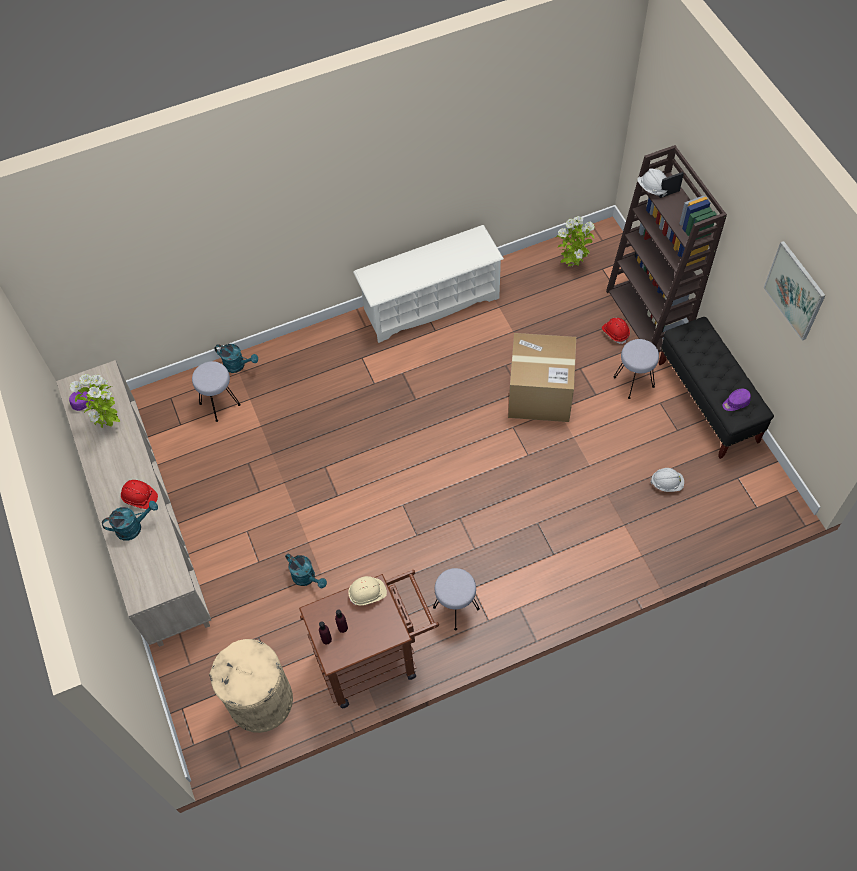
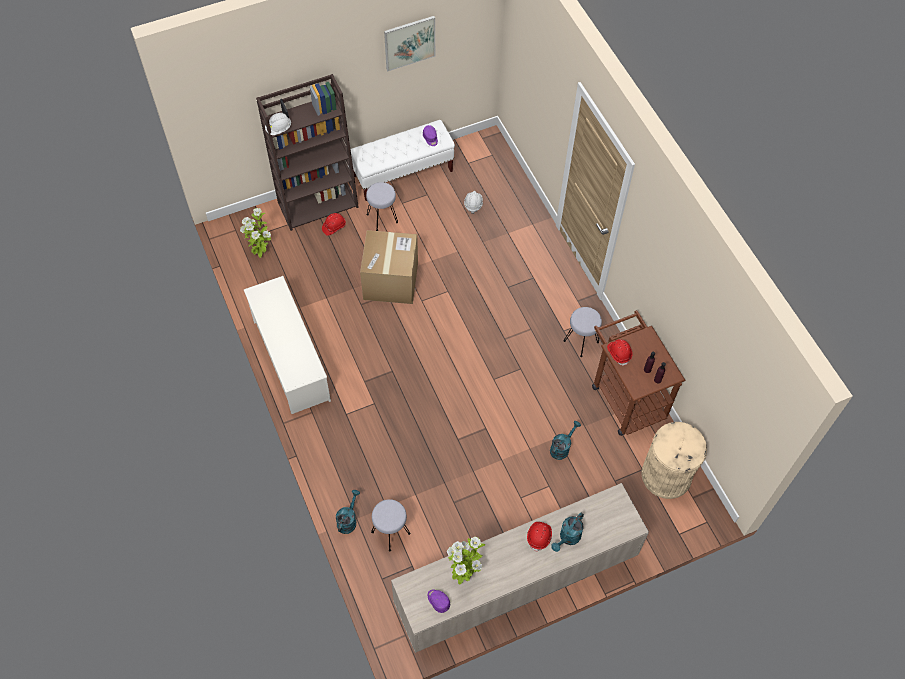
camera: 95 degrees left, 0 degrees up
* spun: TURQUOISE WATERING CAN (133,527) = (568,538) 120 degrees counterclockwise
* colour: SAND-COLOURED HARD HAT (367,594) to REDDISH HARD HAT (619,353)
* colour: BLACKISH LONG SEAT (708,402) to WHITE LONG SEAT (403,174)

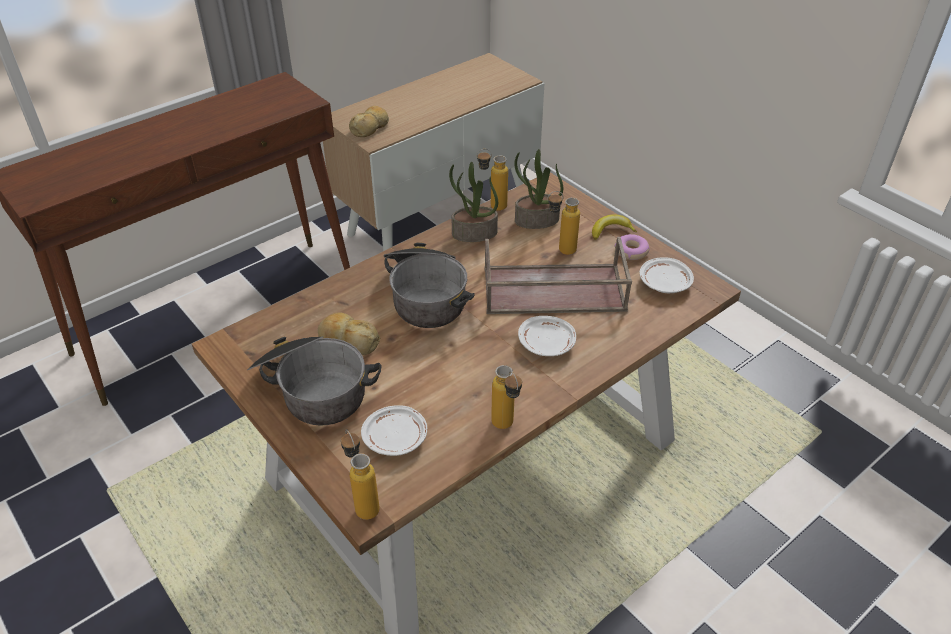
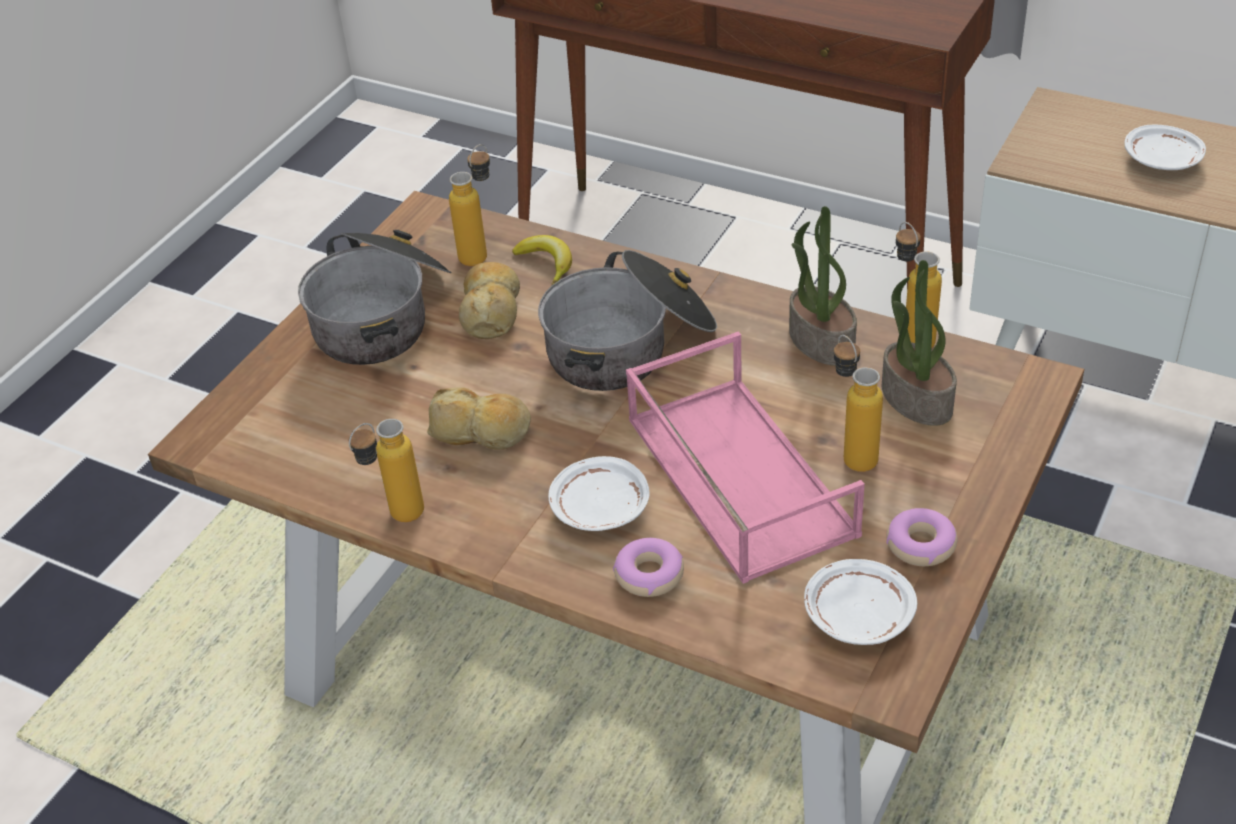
camera: 70 degrees right, 0 degrees up
* relocated: BEVERAGE BOTTLE (363,503) to (481,252)
* relocated: BAKERY BREAD (370,127) to (481,431)
* relocated: WHITE PLATE (396,438) to (1162,160)
* colour: BROWN-COLOURED SERVING TRAY (552,290) to PINKISH SERVING TRAY (736,475)
* relocated: BANANA FRUIT (611,231) to (547,263)
* appeared: RING DOUGHNUT (649,574)

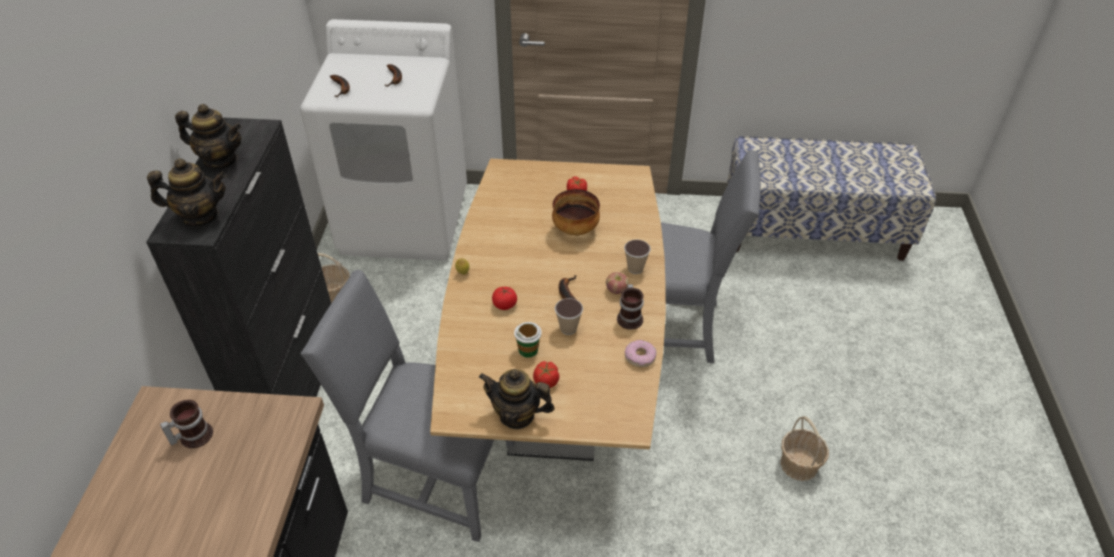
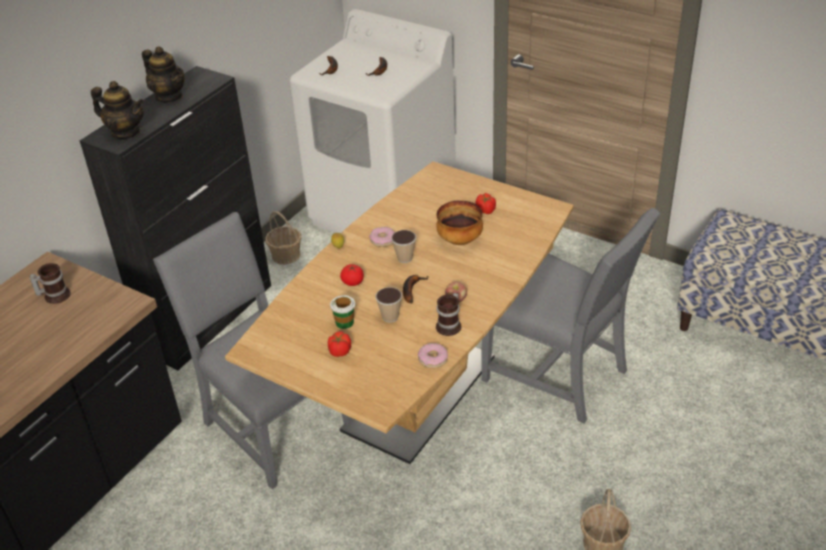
camera: 30 degrees right, 5 degrees down
* missing: TEA POT (517,415)
* relocated: CUP (635,268) to (405,258)
* appeared: RING DOUGHNUT (383,240)

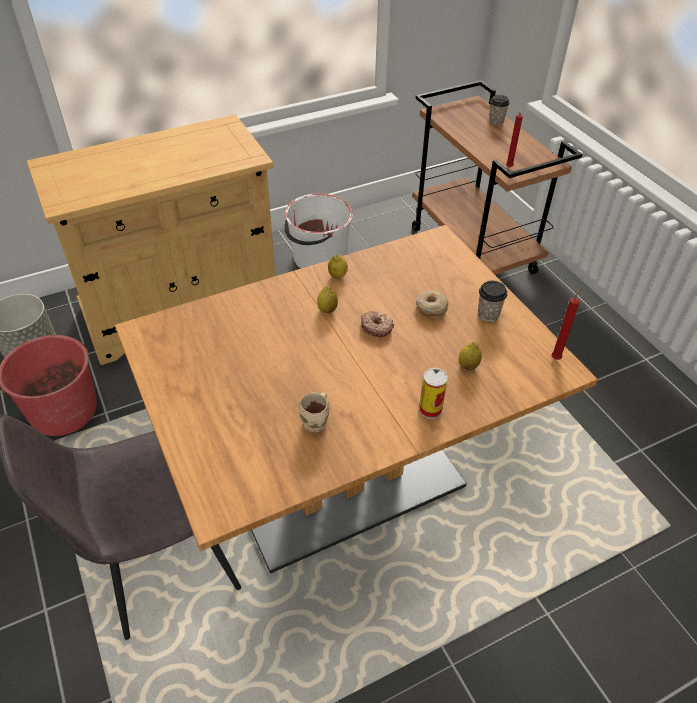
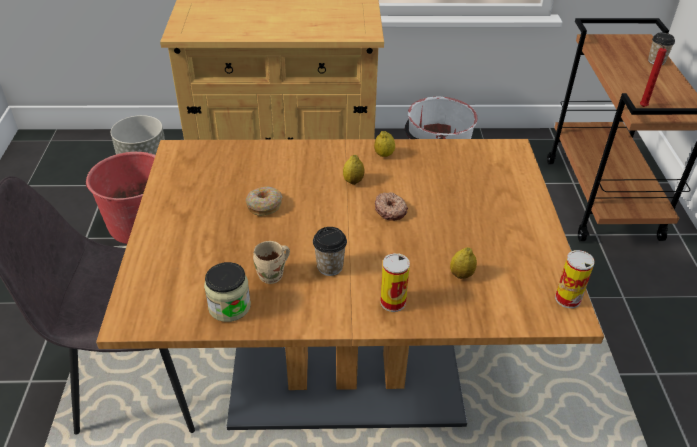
camera: 25 degrees right, 5 degrees down
* relocated: RING DOUGHNUT (431,308) to (264,205)
* relocated: CUP (488,314) to (330,267)
* exchanged: REDDISH WAX CANDLE (556,358) to SEALED CAN (567,298)
* appeared: JAR (229,306)

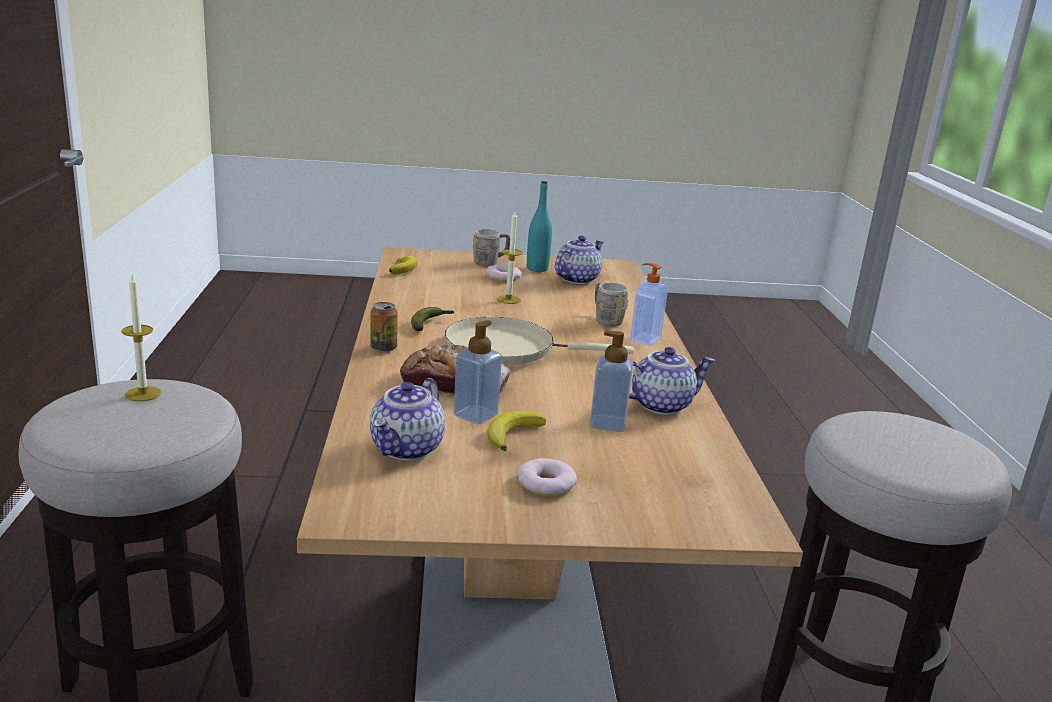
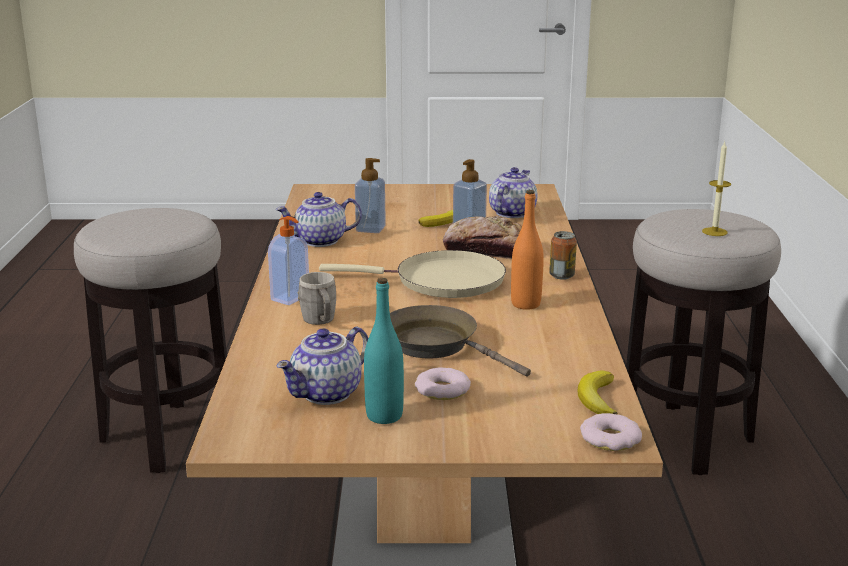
camera: 175 degrees left, 0 degrees up
* exchanged: BANANA FRUIT (430,324) to ORANGE-COLOURED BEVERAGE BOTTLE (525,304)
* missing: GREYISH TEA MUG (490,262)
* exchanged: WAX CANDLE (508,299) to BROWN-COLOURED FRYING PAN (437,345)
* relocated: RING DOUGHNUT (545,483) to (610,438)

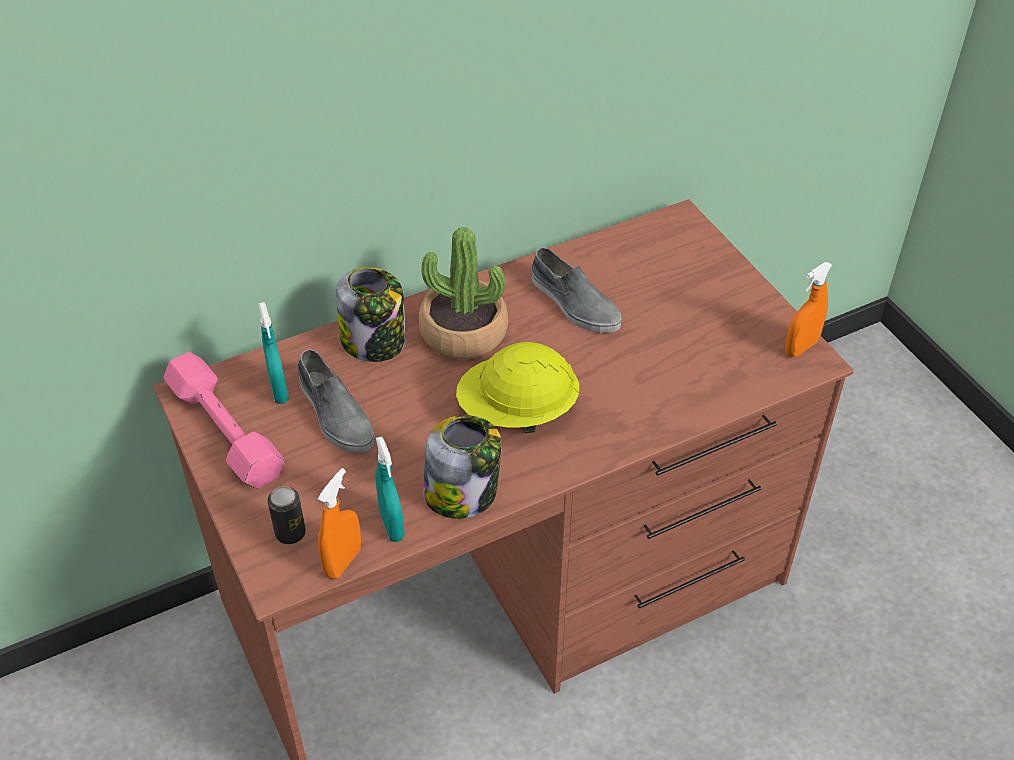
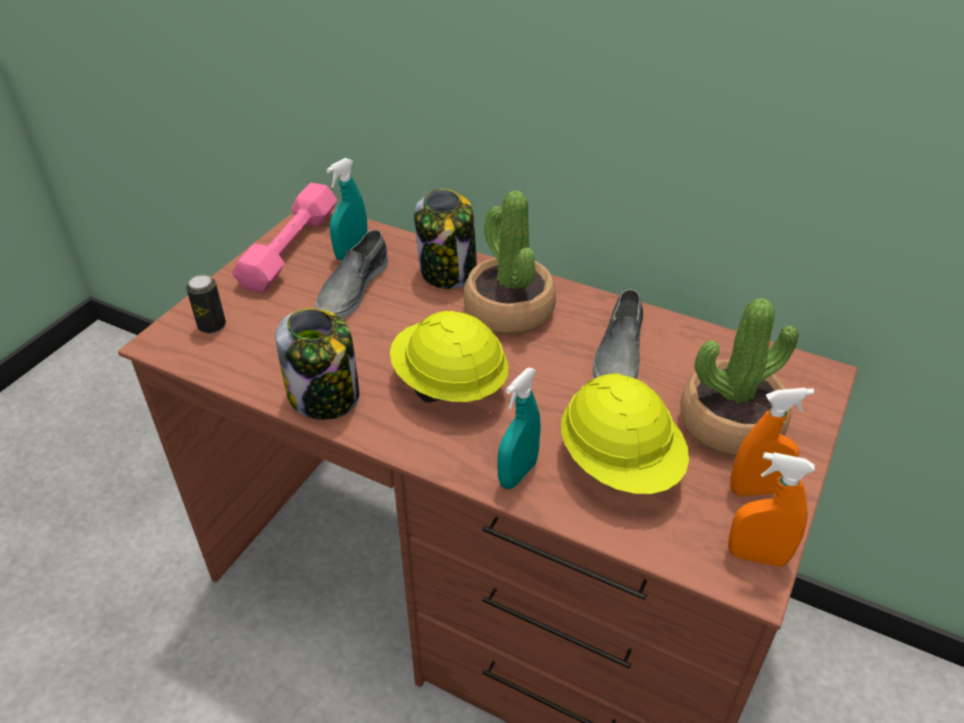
camera: 55 degrees right, 5 degrees down
* relocated: ORANGE-COLOURED SPRAY BOTTLE (343,562) to (756,489)
* relocated: TURQUOISE SPRAY BOTTLE (392,525) to (518,474)
* appeared: YELLOW-COLOURED HARD HAT (620,464)
* appeared: PLANT IN A POT (730,423)

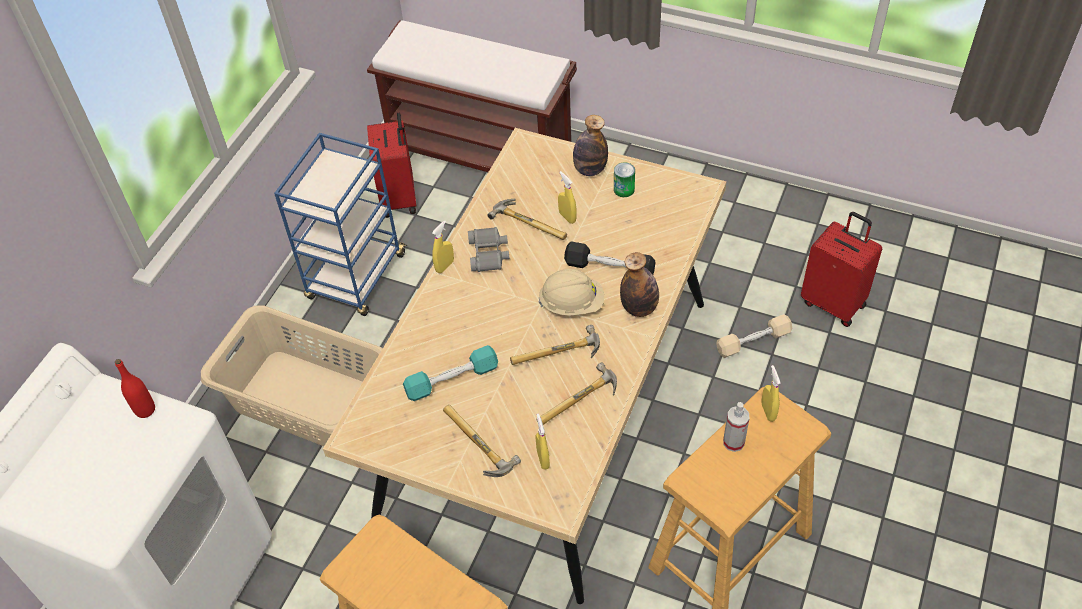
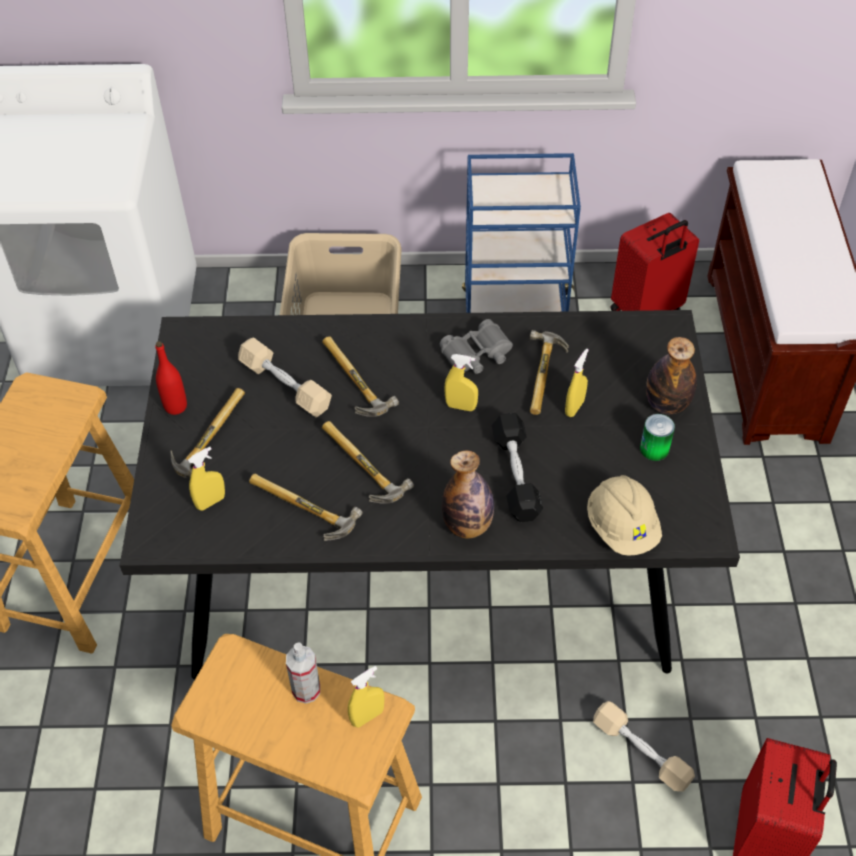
camera: 65 degrees right, 0 degrees up
* relocated: REDDISH BEVERAGE BOTTLE (145,410) to (175,406)
* colour: SAND-COLOURED DINING TABLE (548,410) to BLACKISH DINING TABLE (427,558)
* colour: TURQUOISE FREE WEIGHT (452,380) to SAND-COLOURED FREE WEIGHT (285,386)
* relocated: YELLOW-COLOURED SPRAY BOTTLE (444,266) to (461,406)
* relocated: SAND-COLOURED HARD HAT (572,304) to (621,527)
* appeared: TOOL HAMMER (350,382)

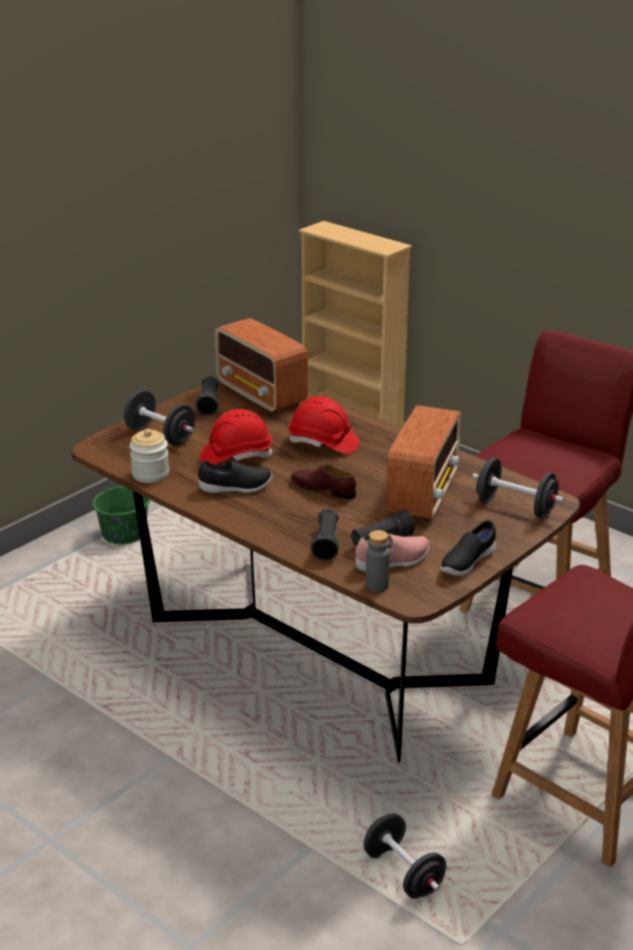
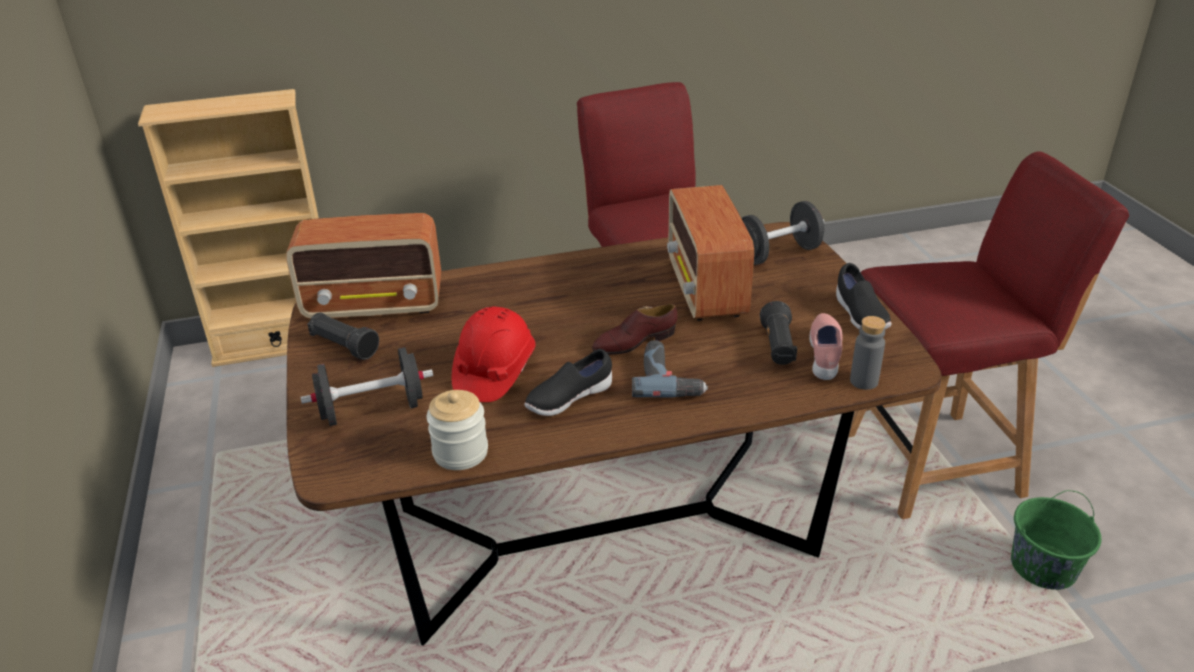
camera: 55 degrees left, 5 degrees up
* relocated: GREEN-COLOURED PAIL (124,533) to (1043,566)
* spun: BLACKISH ITEM OF FOOTWEAR (235,488) = (568,399) 150 degrees counterclockwise
* missing: REDDISH HARD HAT (323,443)
* missing: BLACKISH TORCH (326,543)
* missing: BLACKISH FREE WEIGHT (403,873)
* spun: RADIO RECEIVER (423,494) = (706,289) 150 degrees counterclockwise
* appeared: POWER DRILL (669,378)

